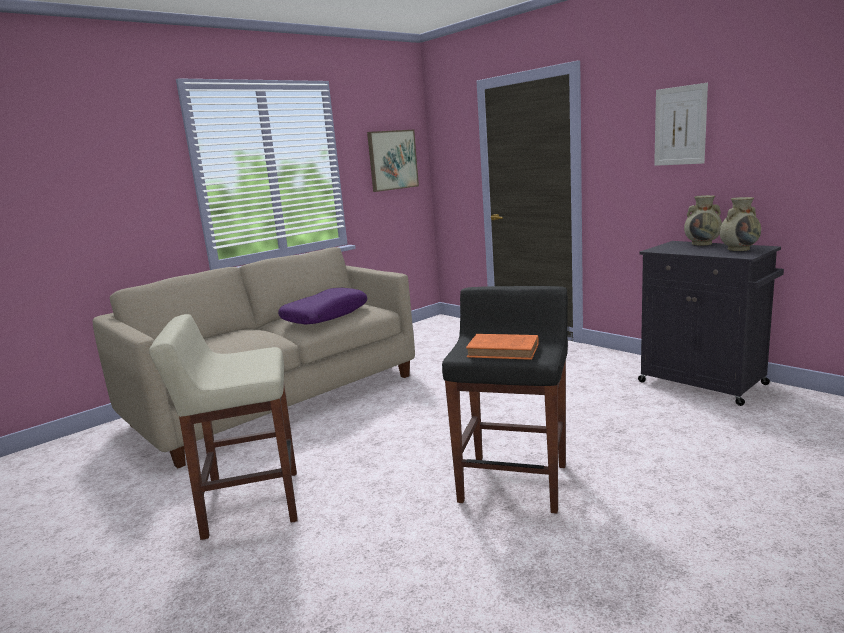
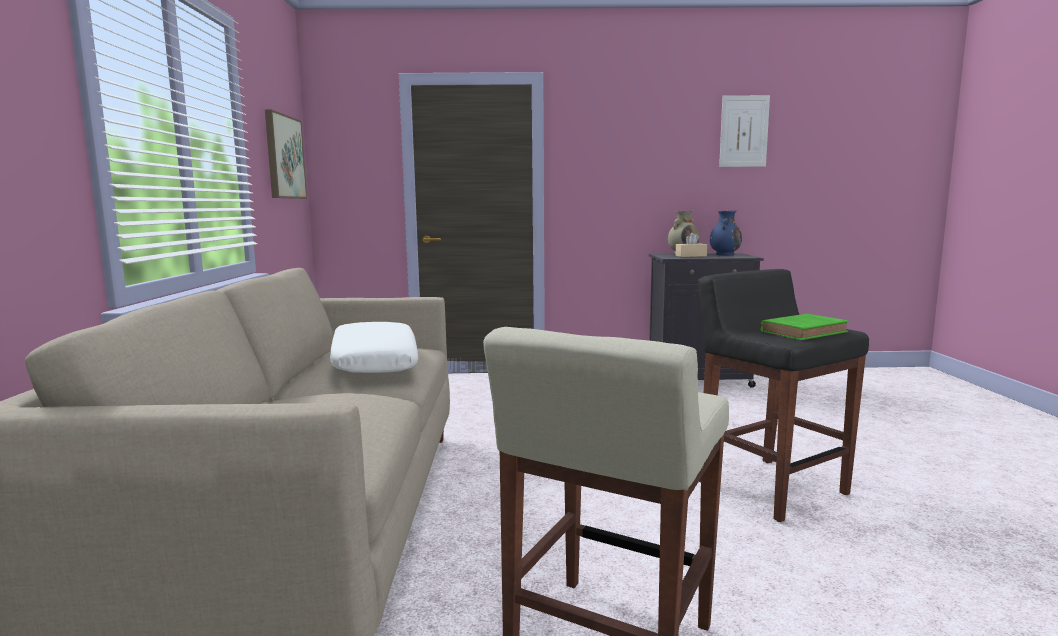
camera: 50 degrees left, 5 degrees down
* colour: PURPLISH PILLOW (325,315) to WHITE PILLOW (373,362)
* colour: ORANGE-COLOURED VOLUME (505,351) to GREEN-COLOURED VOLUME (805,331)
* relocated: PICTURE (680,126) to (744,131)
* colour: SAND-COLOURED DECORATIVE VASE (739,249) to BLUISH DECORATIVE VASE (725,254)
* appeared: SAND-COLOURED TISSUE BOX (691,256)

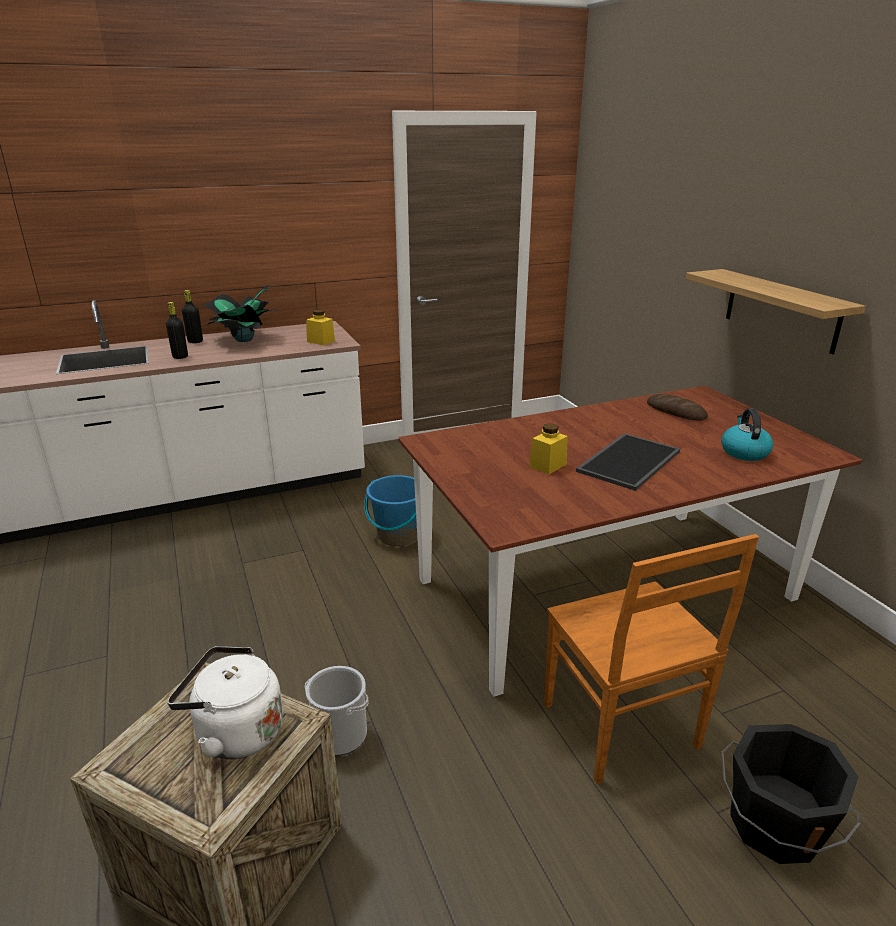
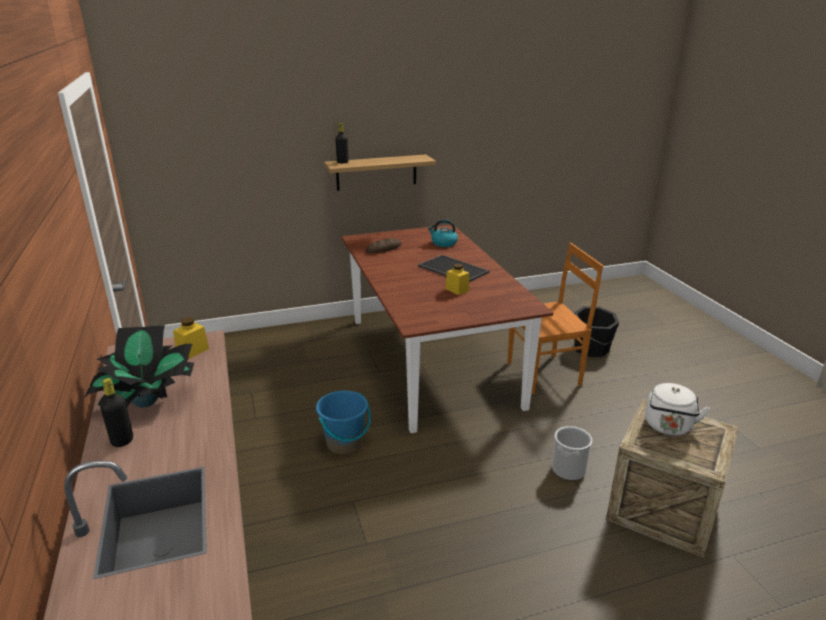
camera: 85 degrees left, 0 degrees up
* relocated: BLACKISH BEVERAGE BOTTLE (180,357) to (342,162)

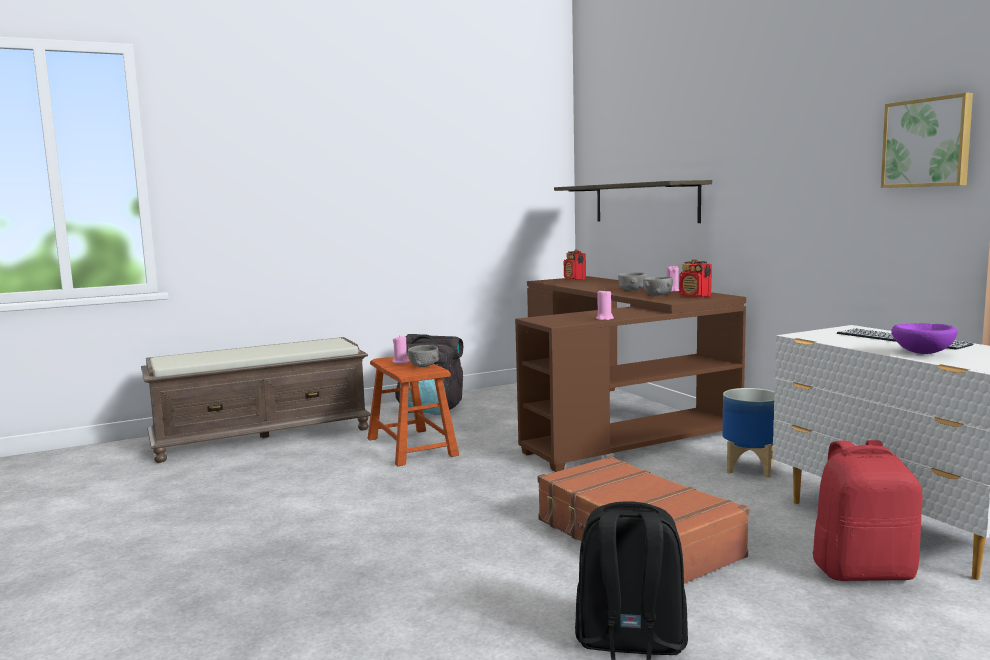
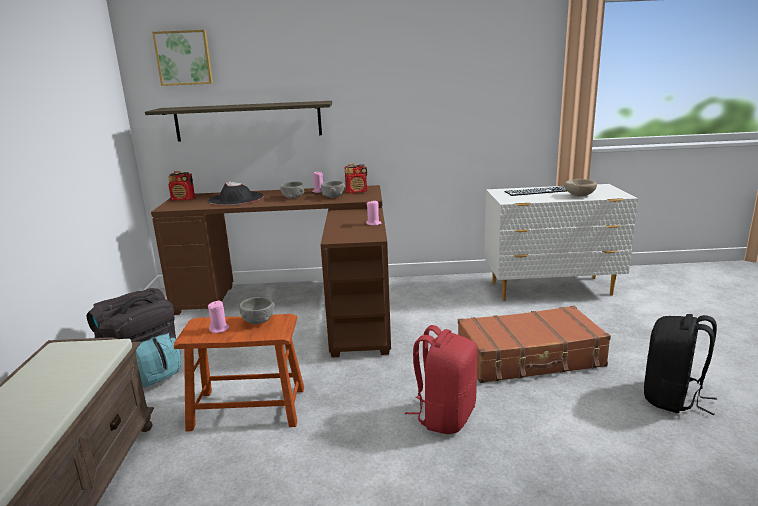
camera: 65 degrees left, 10 degrees up
* missing: FLOWER POT (751,468)
* relocated: REDDISH BACKPACK (863,571) to (445,416)
* relocated: PICTURE (927,143) to (184,58)
* colour: PURPLISH DEEP DISH (923,353) to SAND-COLOURED DEEP DISH (578,195)
* appeared: BLACKISH WEARABLE HAT (236,199)

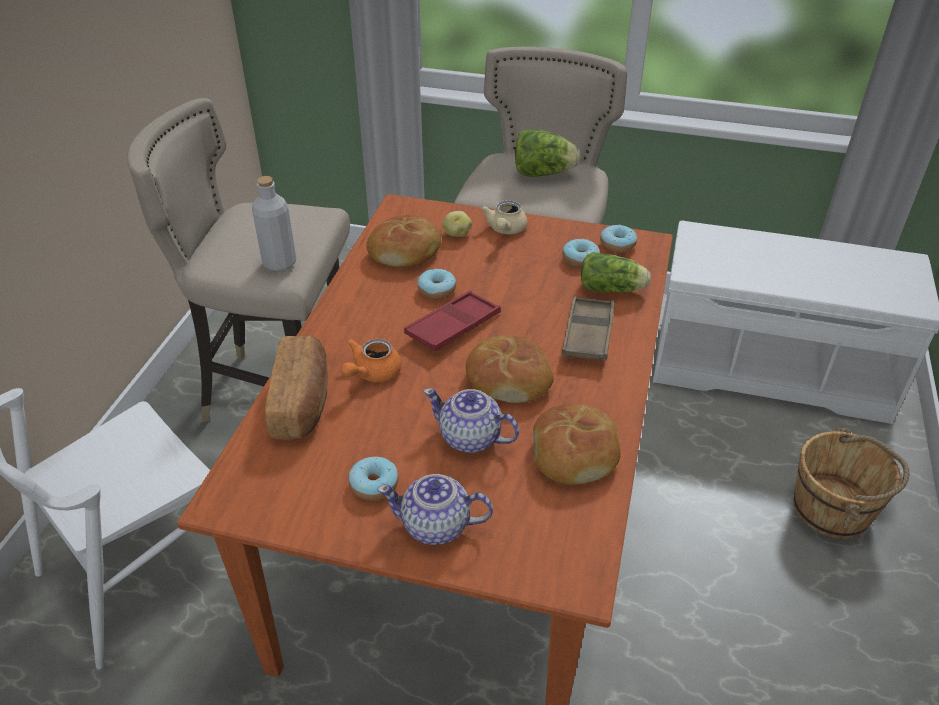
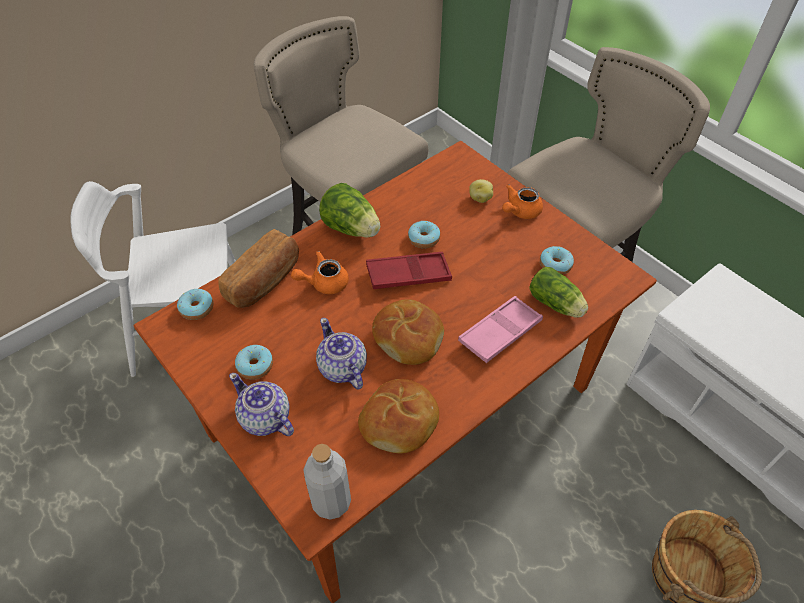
camera: 35 degrees right, 10 degrees up
* relocated: GREYISH BEVERAGE BOTTLE (279,263) to (331,502)
* missing: BAKERY BREAD (405,251)
* colour: SAND-COLOURED TEA POT (505,230) to ORANGE-COLOURED TEA POT (520,211)
* relocated: LETTUCE (543,173) to (351,228)
* colour: BROWN-COLOURED SERVING TRAY (588,334) to PINKISH SERVING TRAY (500,333)
* relocated: RING DOUGHNUT (617,244) to (197,308)

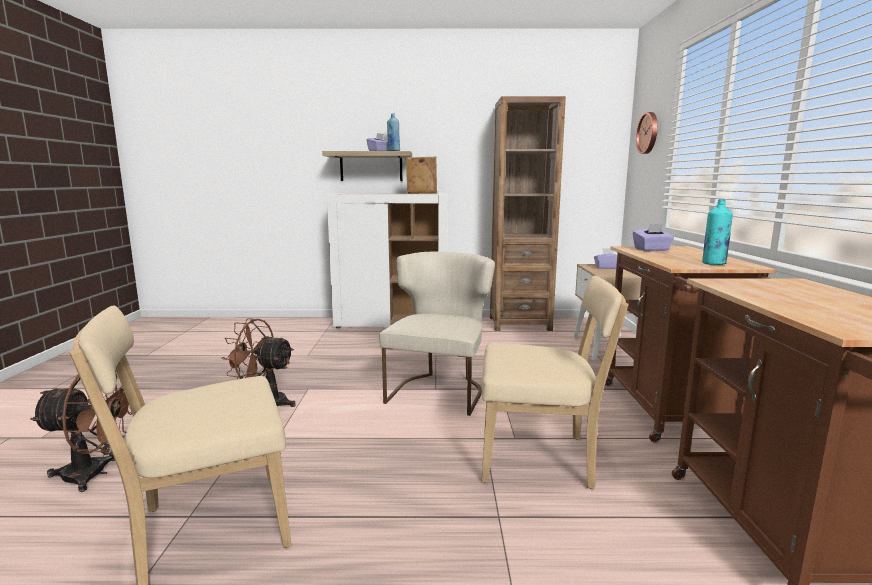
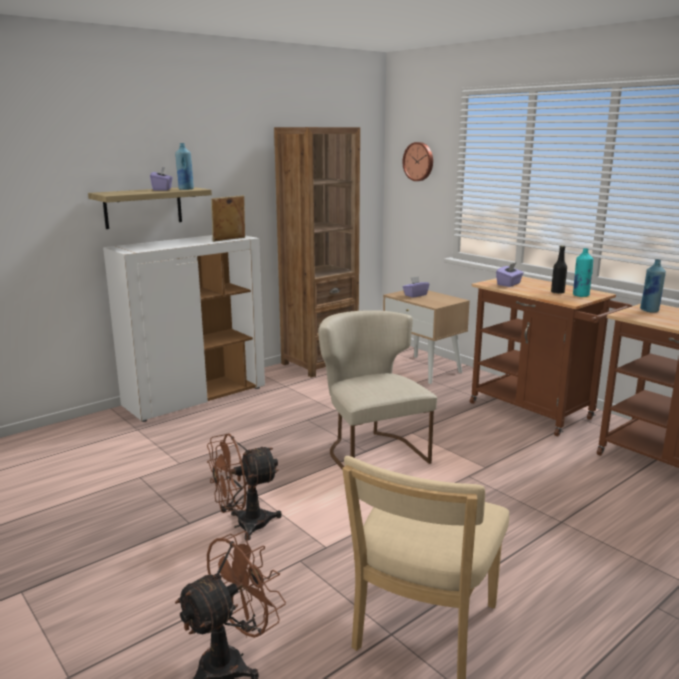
camera: 40 degrees left, 5 degrees up
* missing: SAND-COLOURED PLAIN CHAIR (541,459)
* appeared: BLACKISH BEVERAGE BOTTLE (557,292)
* appeared: BLUISH BEVERAGE BOTTLE (649,310)

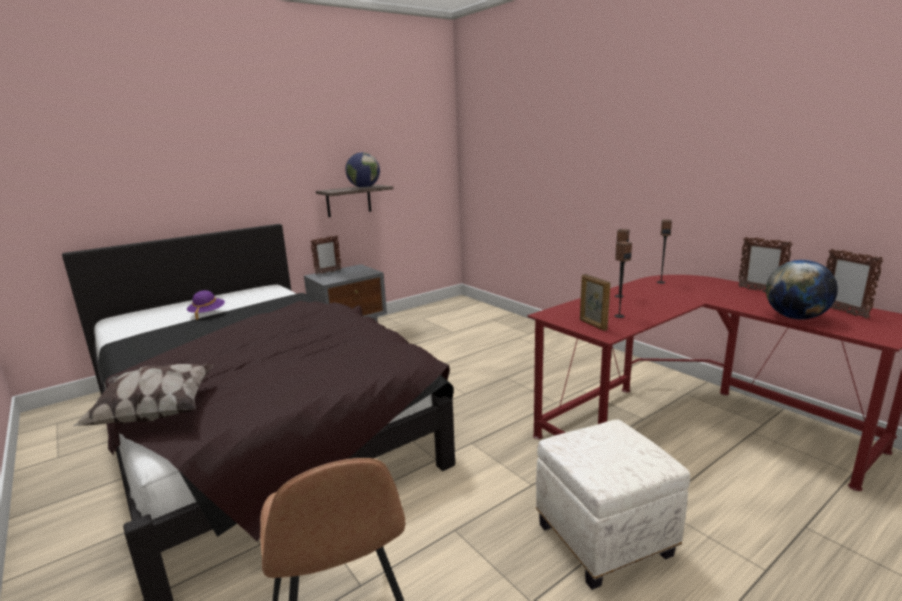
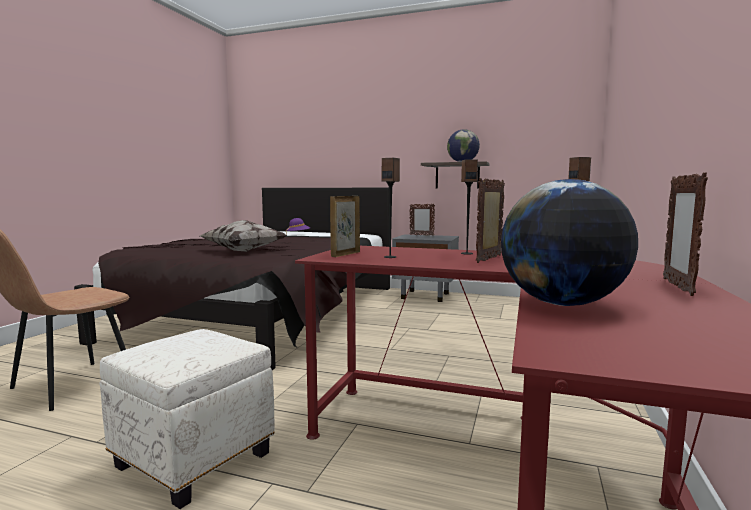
camera: 55 degrees right, 10 degrees down
* relocated: PILLOW (155,413) to (244,250)
* relocated: STANDING FRAME (843,311) to (489,259)

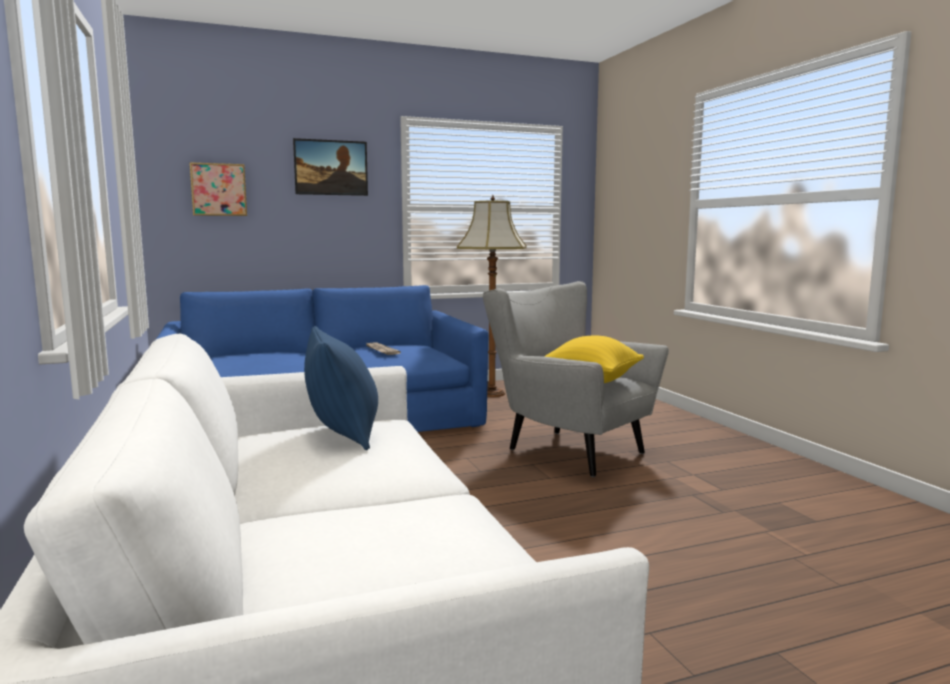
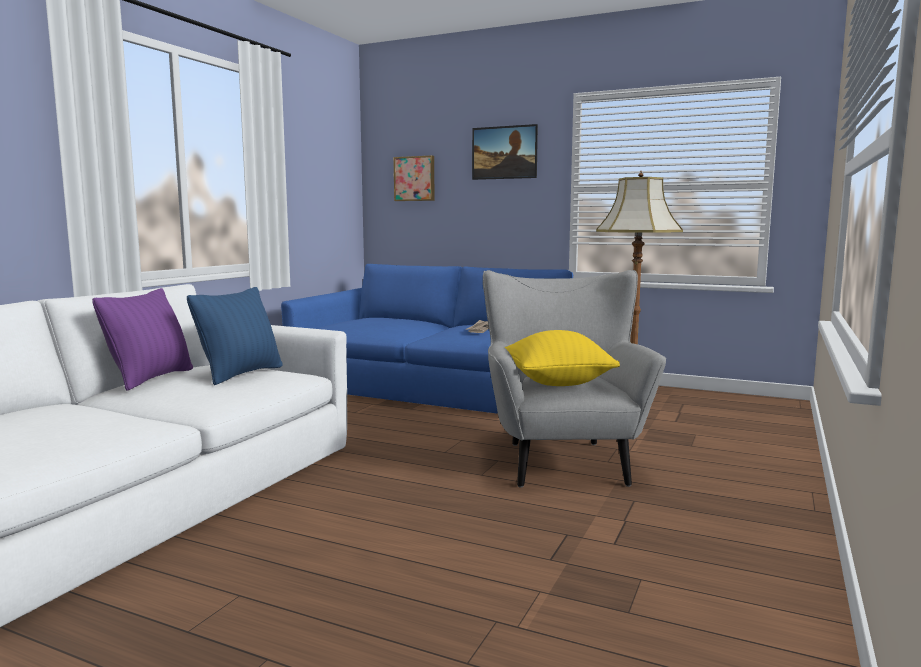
camera: 45 degrees right, 0 degrees up
* appeared: PURPLISH PILLOW (150,378)

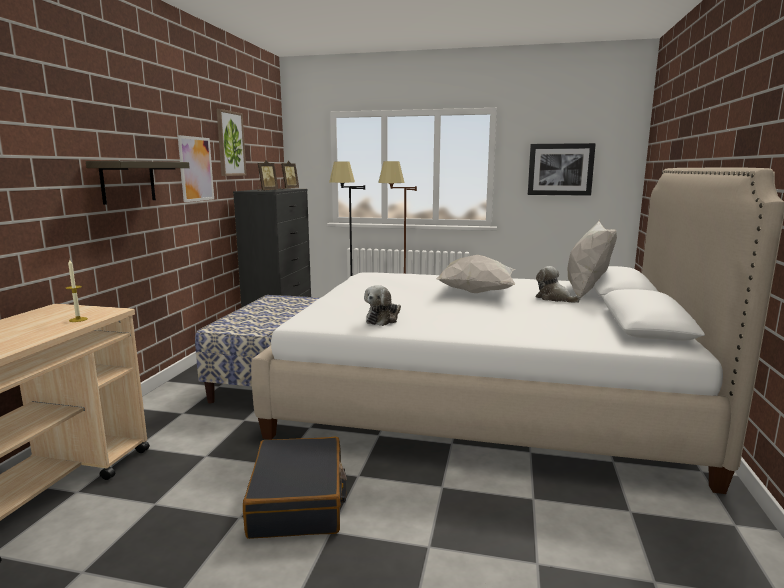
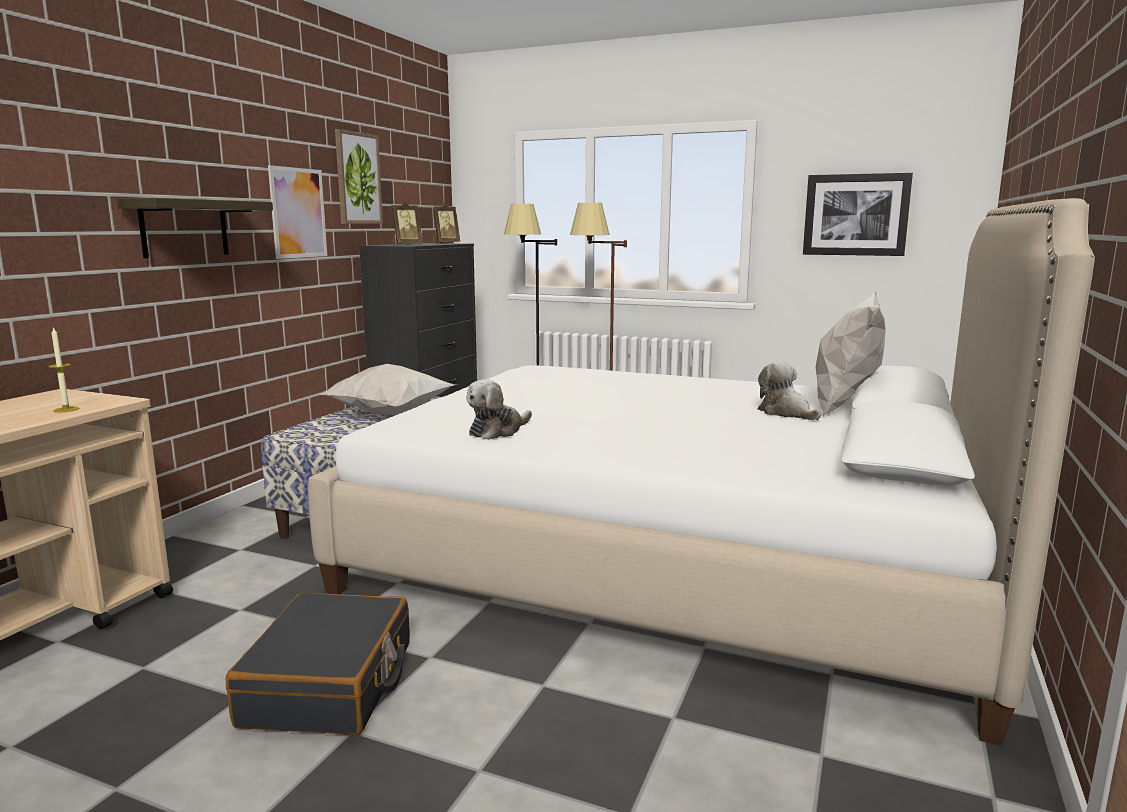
camera: 10 degrees right, 0 degrees up
* relocated: WHITE PILLOW (476,292) to (392,414)

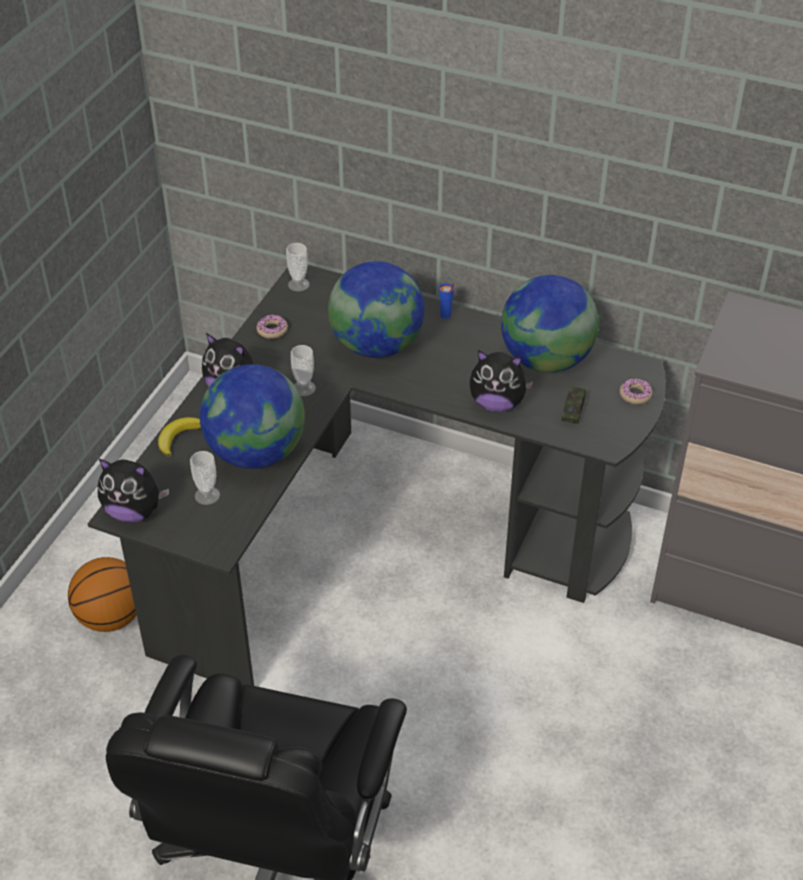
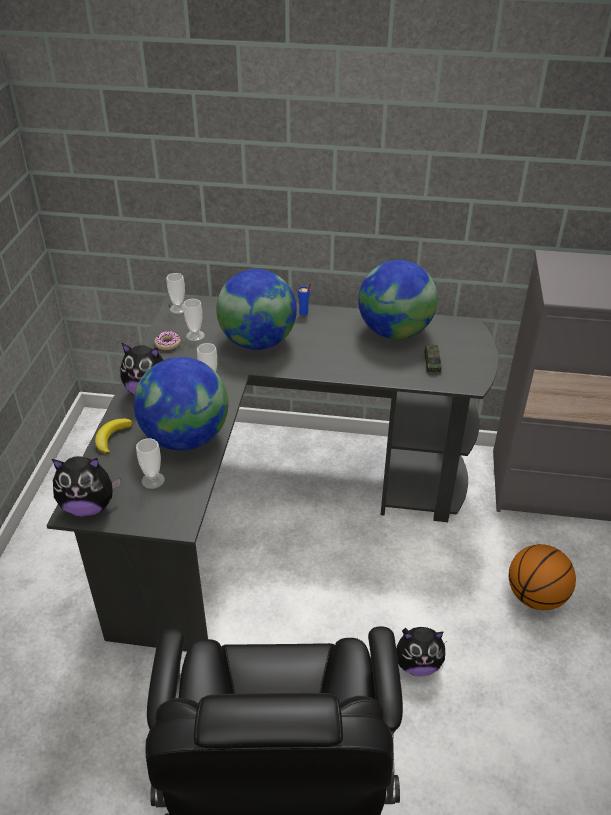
camera: 15 degrees left, 5 degrees down
* relocated: BASKETBALL (111,617) to (536,596)
* relocated: CUDDLY TOY (497,403) to (417,664)
* missing: RING DOUGHNUT (635,395)
* appeared: CUP (195,335)

